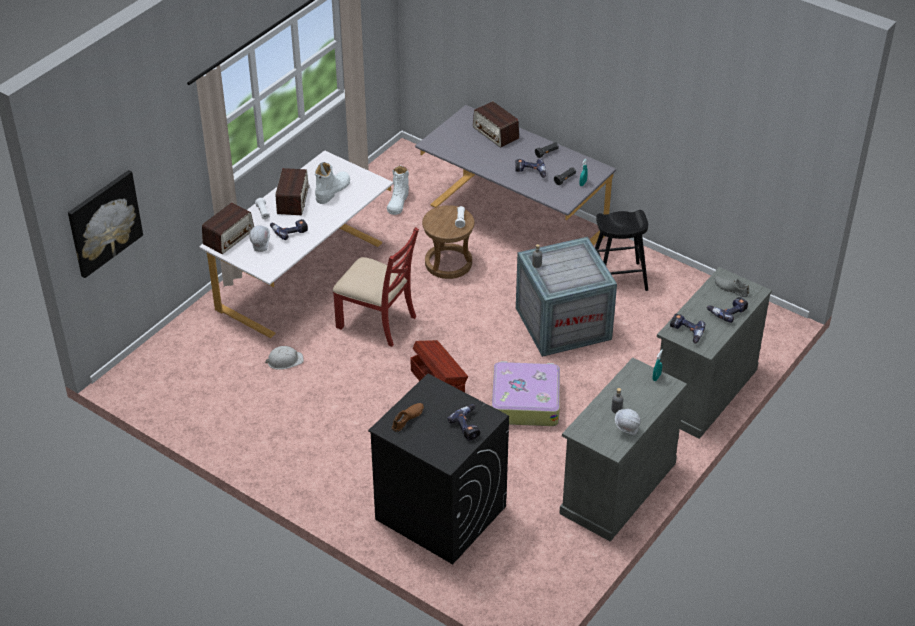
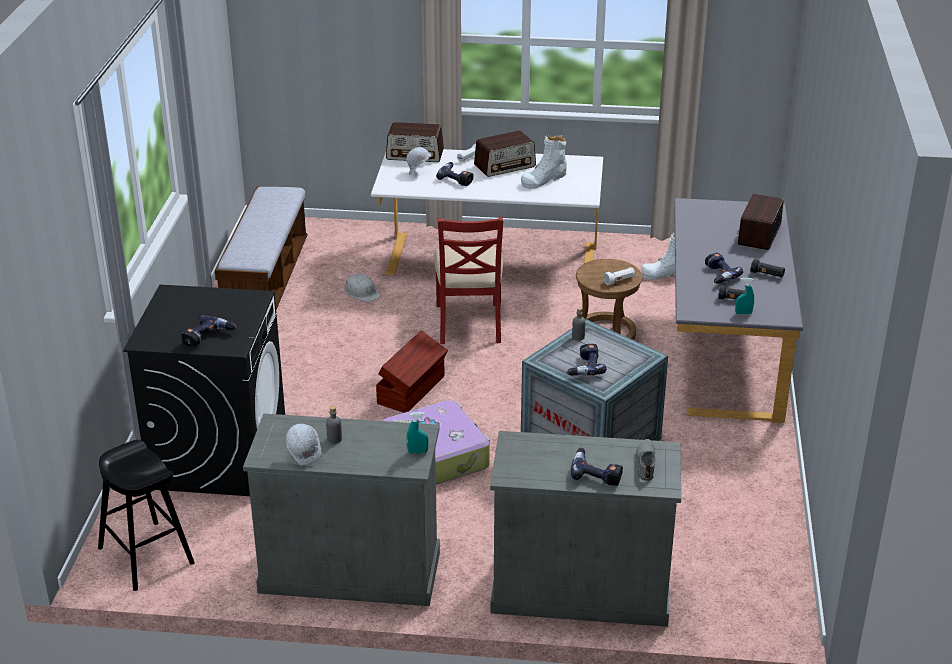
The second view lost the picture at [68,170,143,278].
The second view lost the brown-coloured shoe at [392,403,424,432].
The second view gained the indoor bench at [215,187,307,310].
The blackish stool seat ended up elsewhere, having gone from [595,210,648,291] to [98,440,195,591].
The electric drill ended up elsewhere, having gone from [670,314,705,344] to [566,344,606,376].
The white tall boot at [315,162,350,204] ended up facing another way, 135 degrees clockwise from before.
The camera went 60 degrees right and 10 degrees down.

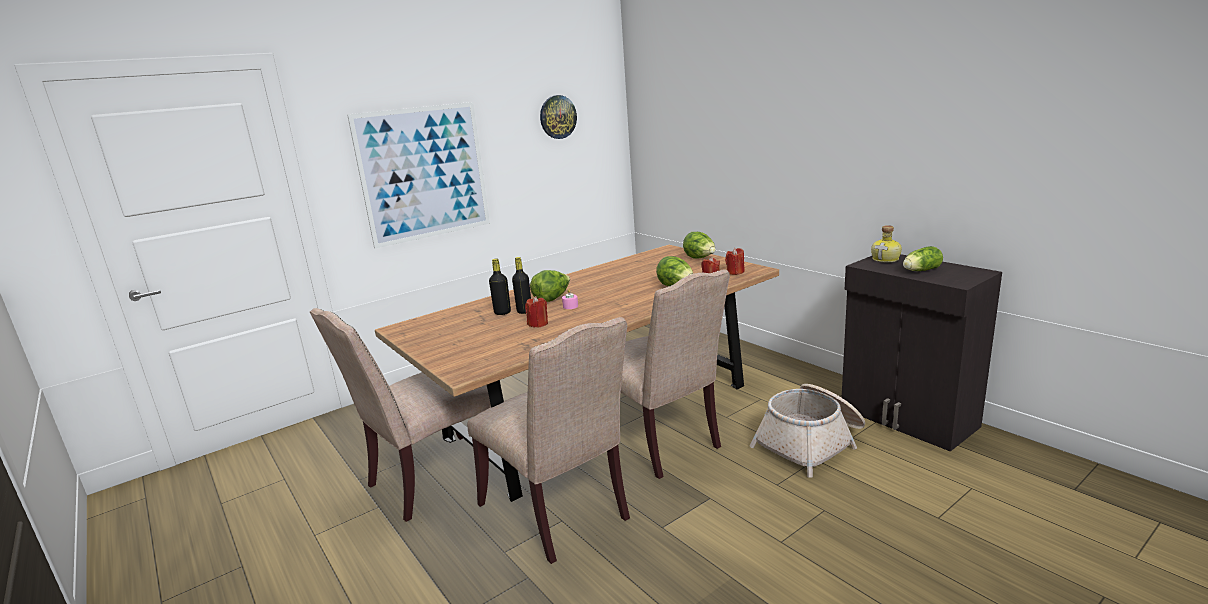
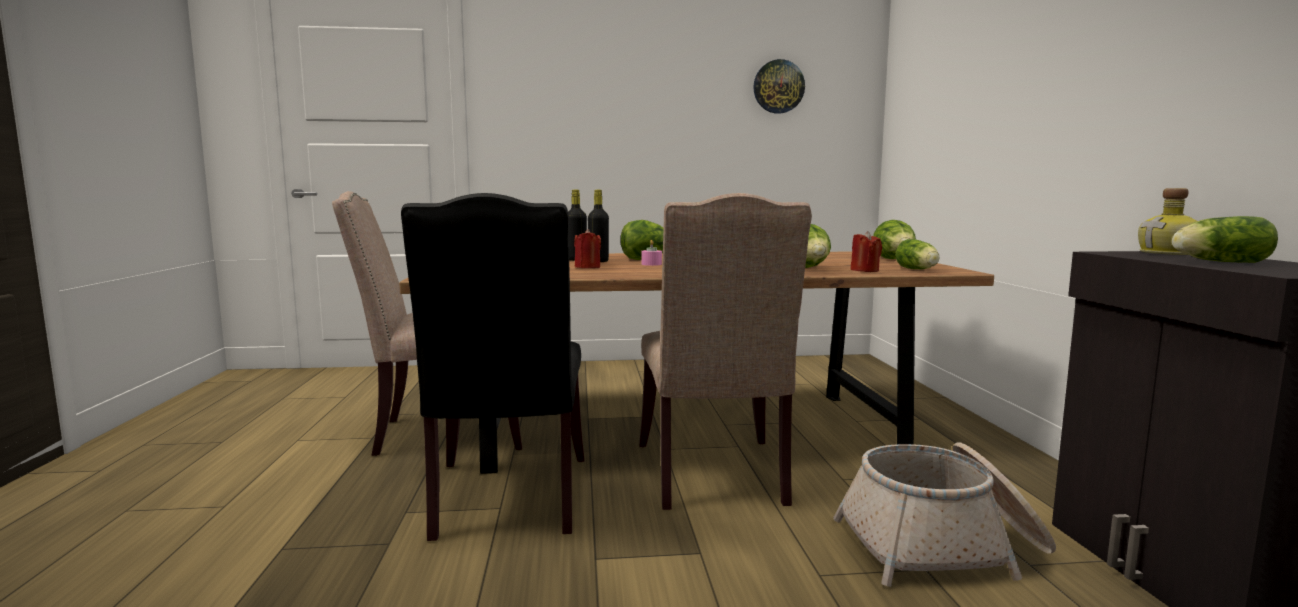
The second view lost the picture at [347,102,490,248].
Where the reddish candle stood at [725,248,745,275], the head of lettuce came to stand at [895,239,939,269].
What was the sand-coloured upright chair at [467,317,630,564] turned into the blackish upright chair at [401,193,585,541].
The camera went 30 degrees right and 10 degrees down.

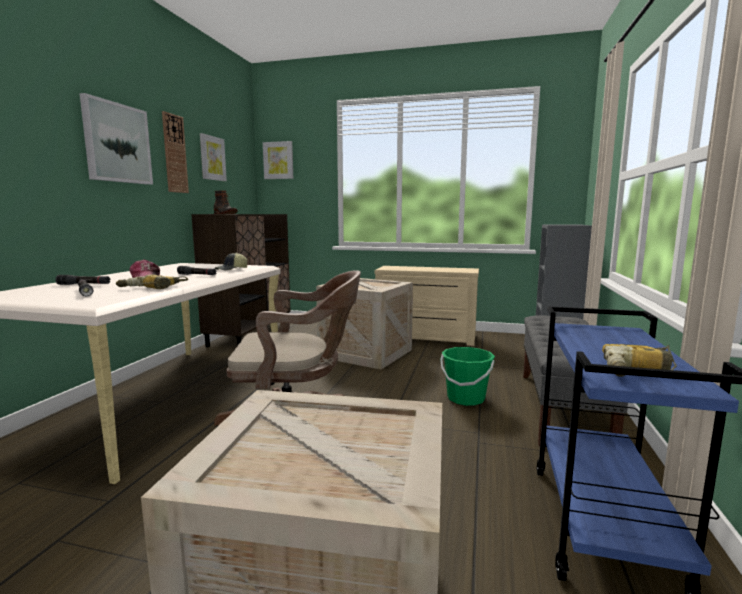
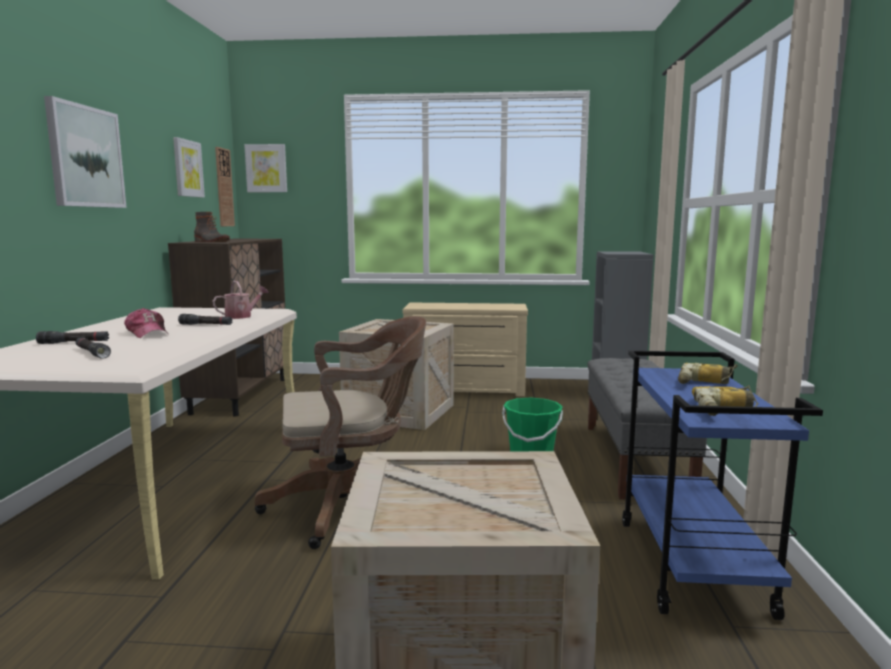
The electric drill ended up elsewhere, having gone from [116,274,188,289] to [678,363,738,384].
The clock on the wall ended up elsewhere, having gone from [162,111,189,193] to [215,147,235,226].
Where the baseball cap stood at [215,253,247,270], the sprinkling can came to stand at [212,281,269,319].
The camera went 10 degrees left and 0 degrees up.

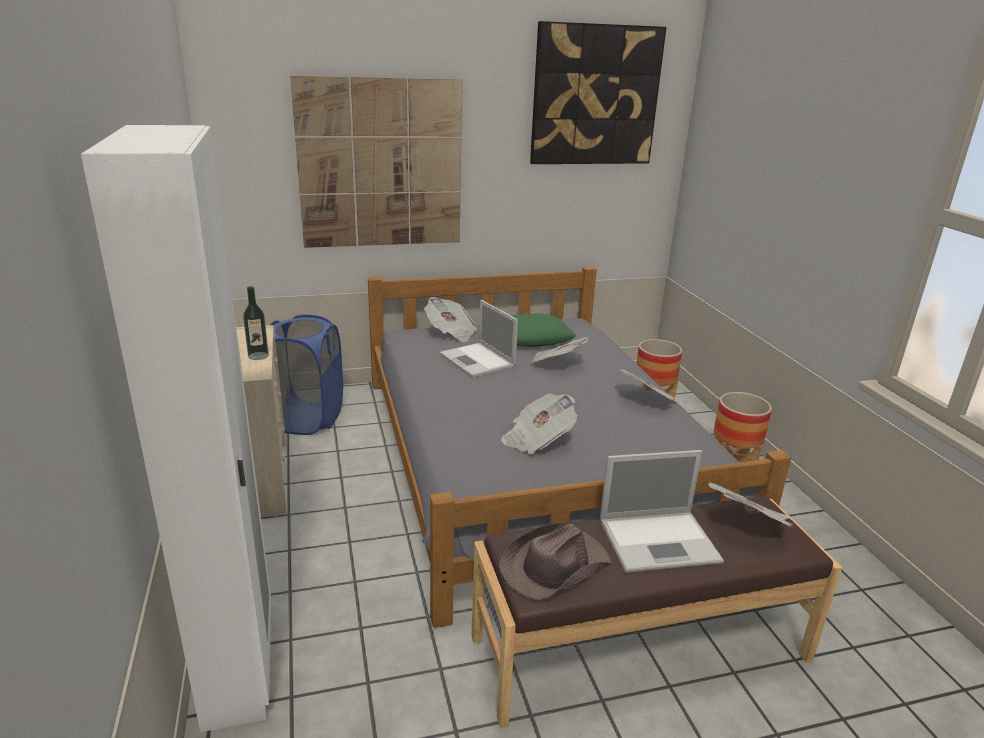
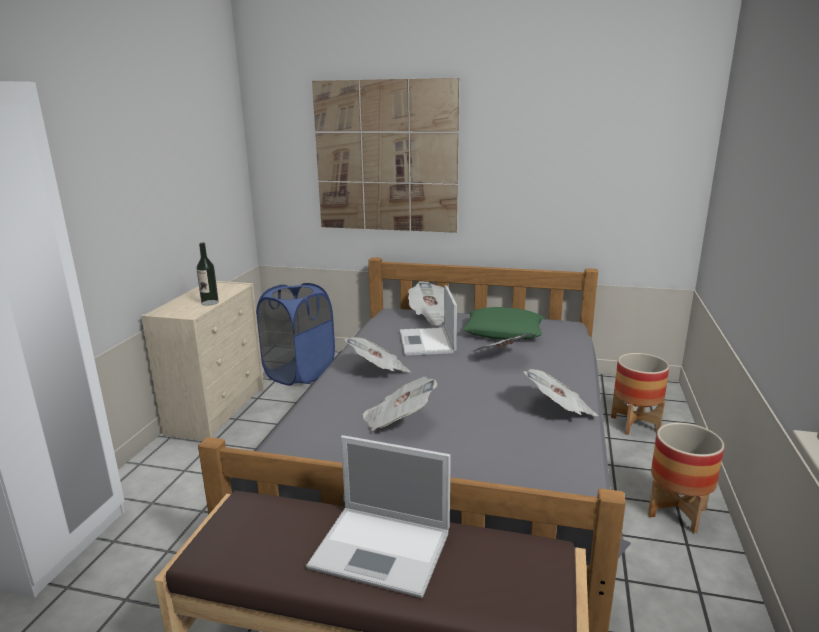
The second view lost the brown-coloured hat at [499,523,611,600].
The second view lost the picture at [530,21,666,164].
The printed paper ended up elsewhere, having gone from [708,482,793,527] to [344,337,411,372].
The camera went 30 degrees right and 5 degrees down.

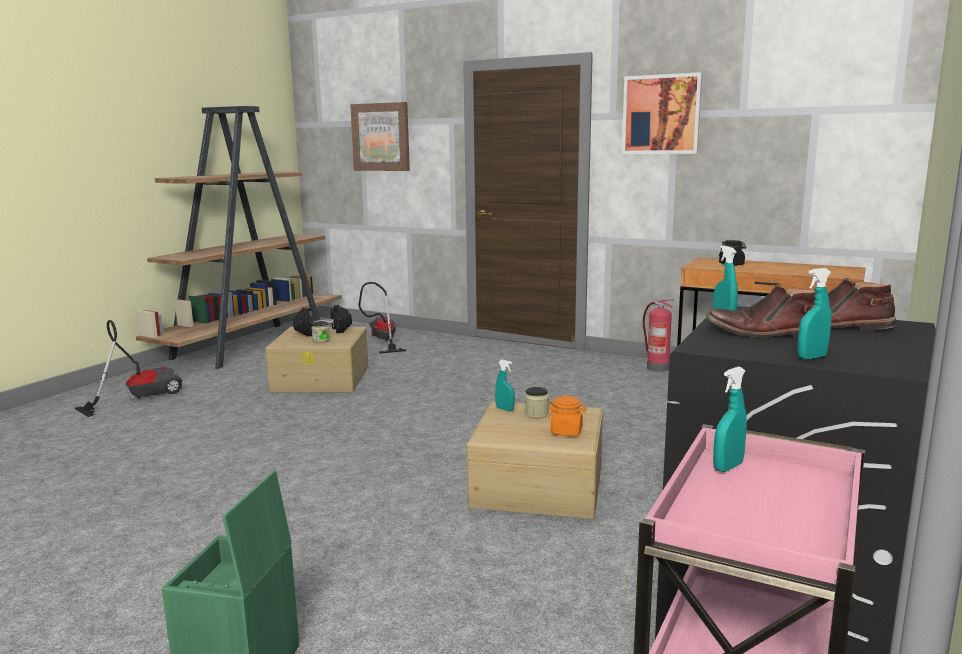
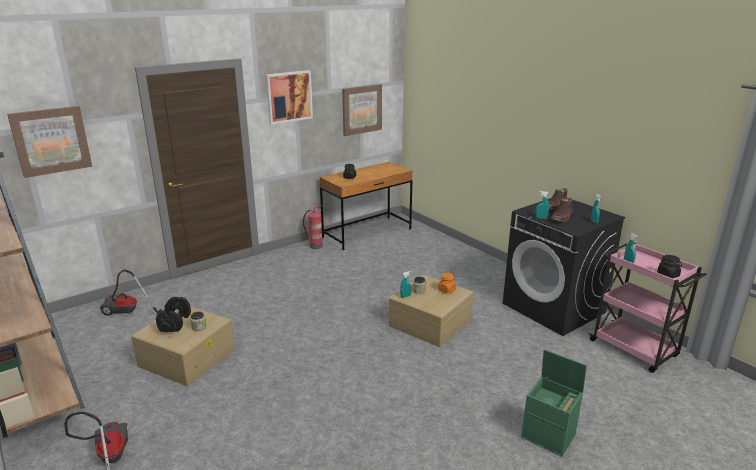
The second view gained the picture at [342,84,382,136].
The second view gained the blackish storage jar at [657,254,682,278].
The camera went 65 degrees left and 10 degrees up.

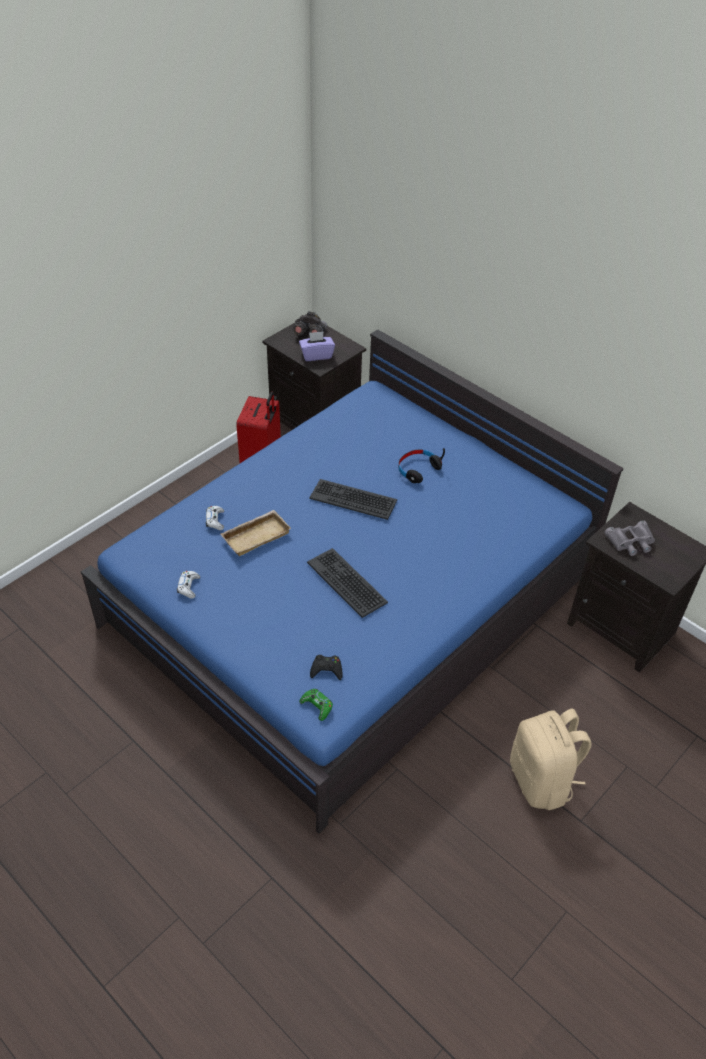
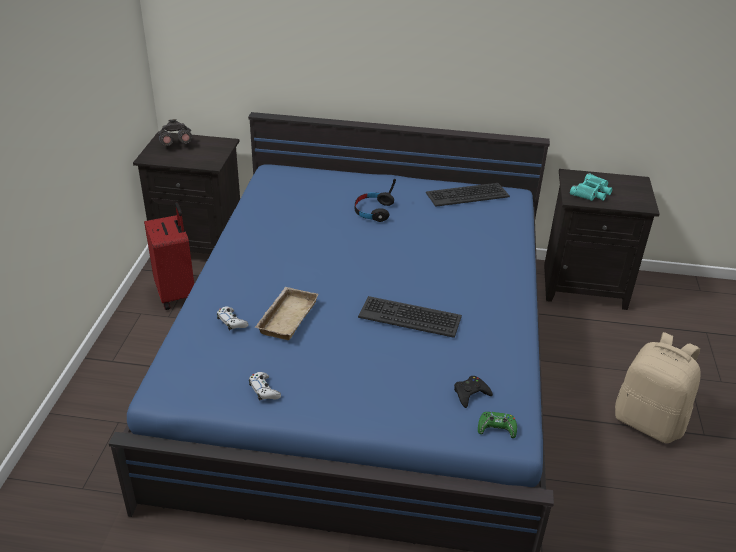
The second view lost the purplish tissue box at [299,332,335,361].
The keyboard ended up elsewhere, having gone from [309,479,397,520] to [426,183,510,207].
What was the gray binoculars at [604,520,655,556] turned into the blue-green binoculars at [570,173,612,201].
The camera went 35 degrees left and 10 degrees down.

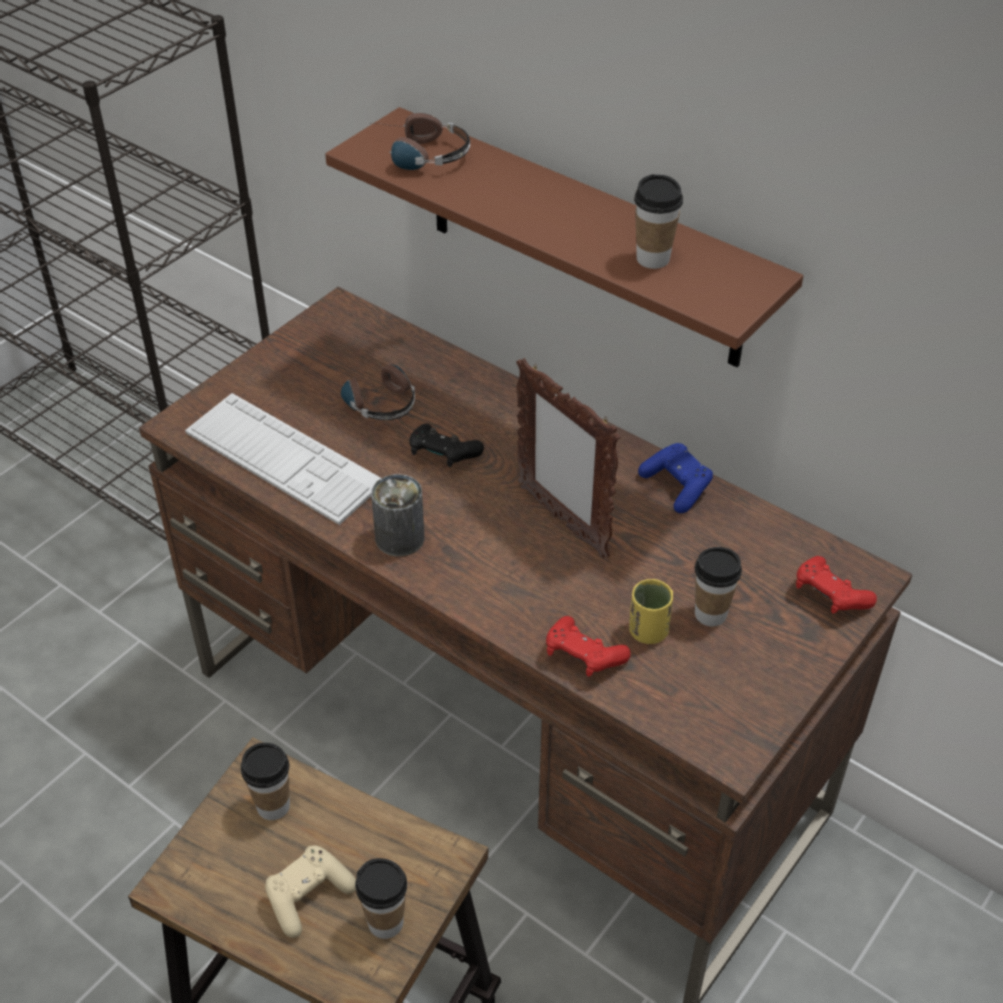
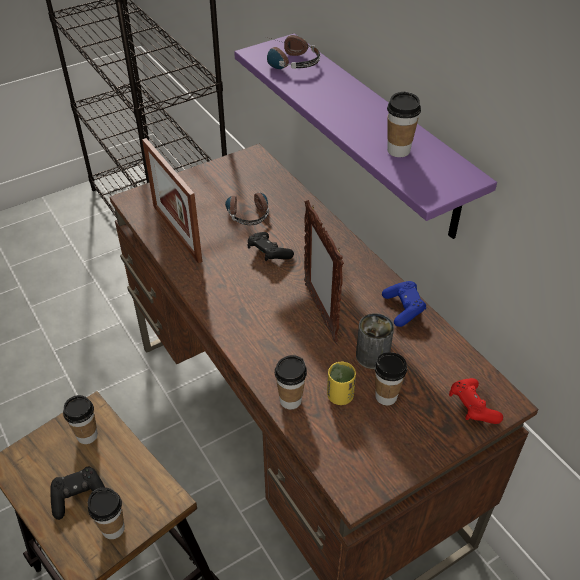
The can ended up elsewhere, having gone from [371,474,425,557] to [356,313,394,369].
Where the keyboard stood at [185,393,381,525], the picture frame came to stand at [142,138,202,263].
Where the reddish joypad stood at [546,616,631,677], the small cup came to stand at [275,355,307,409].
What was the sand-coloured joypad at [265,846,356,938] turned into the blackish joypad at [50,466,105,520].
What was the brown-coloured bracket shelf at [325,107,803,367] turned into the purplish bracket shelf at [234,34,497,239].
The camera went 20 degrees right and 0 degrees up.

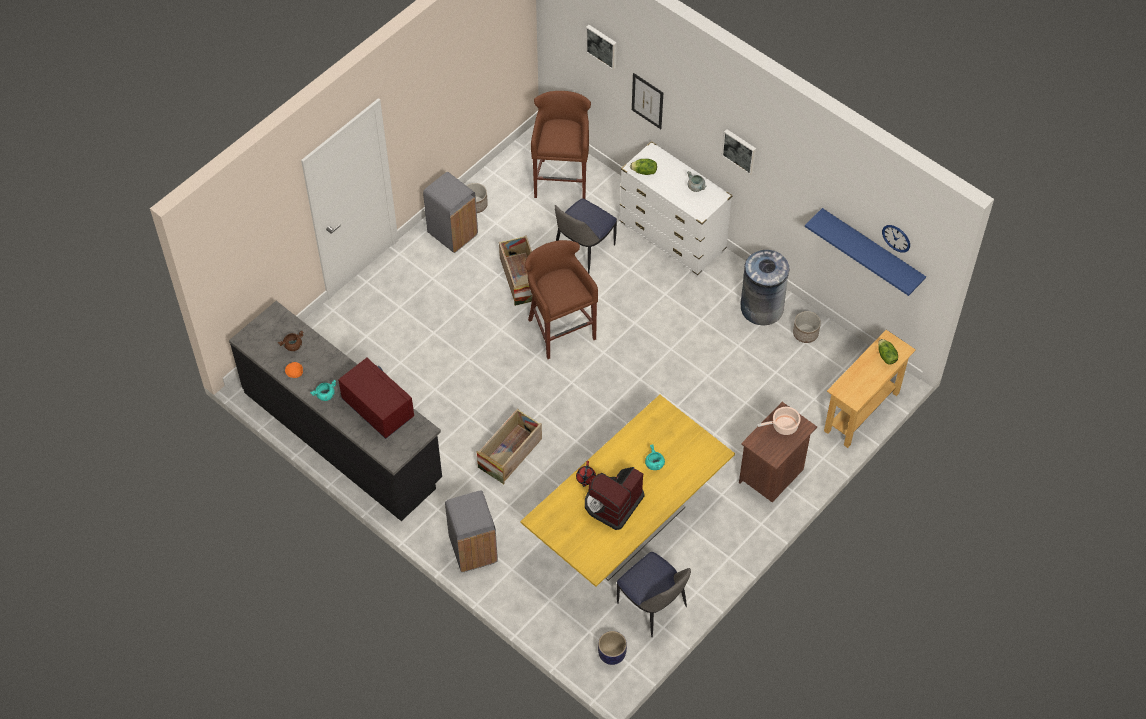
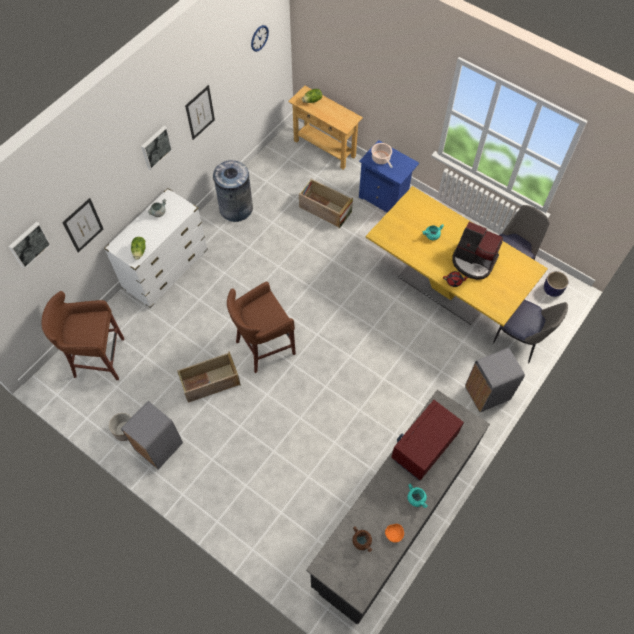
The second view lost the flower pot at [793,311,821,343].
The second view lost the bluish bracket shelf at [805,208,926,296].
The second view gained the picture at [185,85,215,140].
The crate ended up elsewhere, having gone from [477,408,542,484] to [299,179,353,229].
The upright chair ended up elsewhere, having gone from [555,198,617,273] to [493,300,568,363].
What was the brown-coloured bedside table at [739,402,817,502] turned into the bluish bedside table at [359,140,419,213].
The camera went 95 degrees left and 5 degrees up.

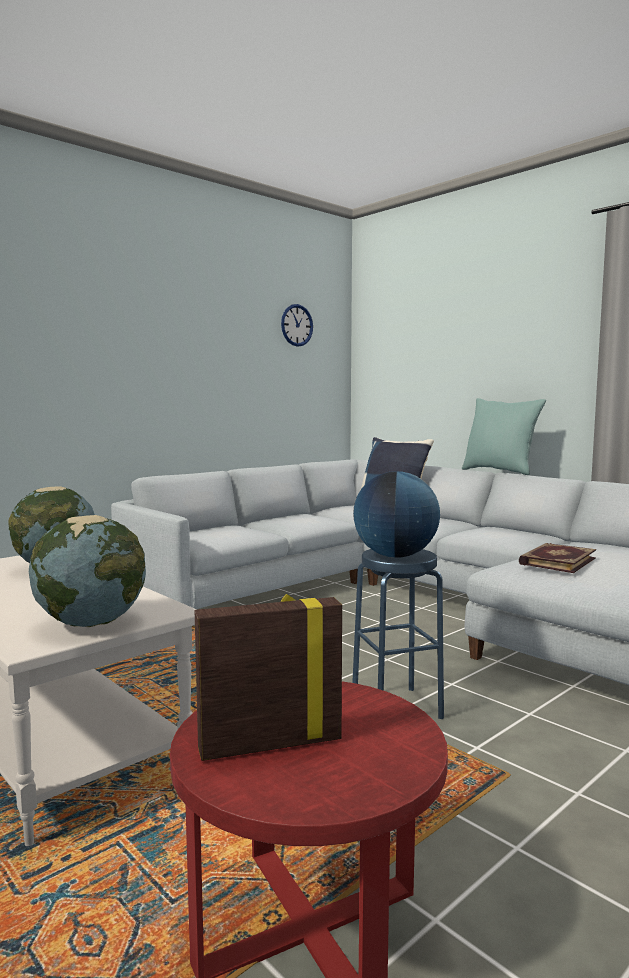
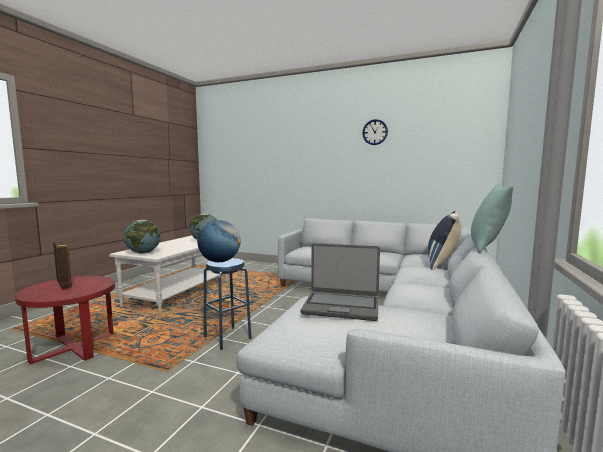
The clock on the wall ended up elsewhere, having gone from [281,304,313,347] to [362,119,388,145].
Where the bound book stood at [519,543,596,573], the notebook computer came to stand at [301,243,380,321].
The camera went 65 degrees right and 0 degrees up.

